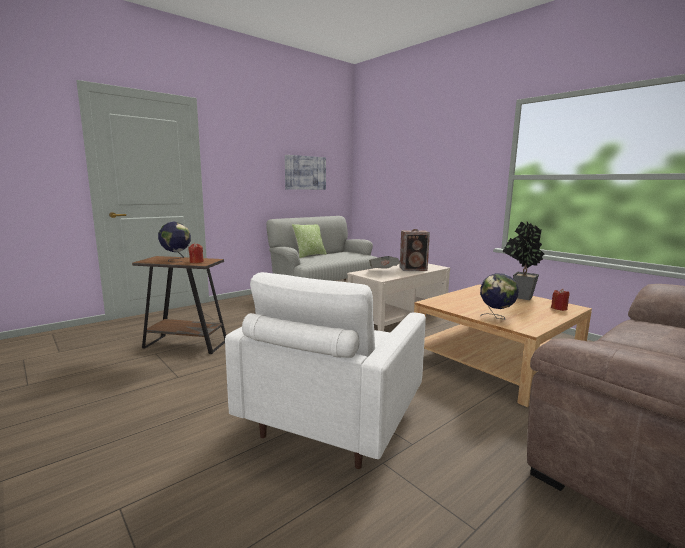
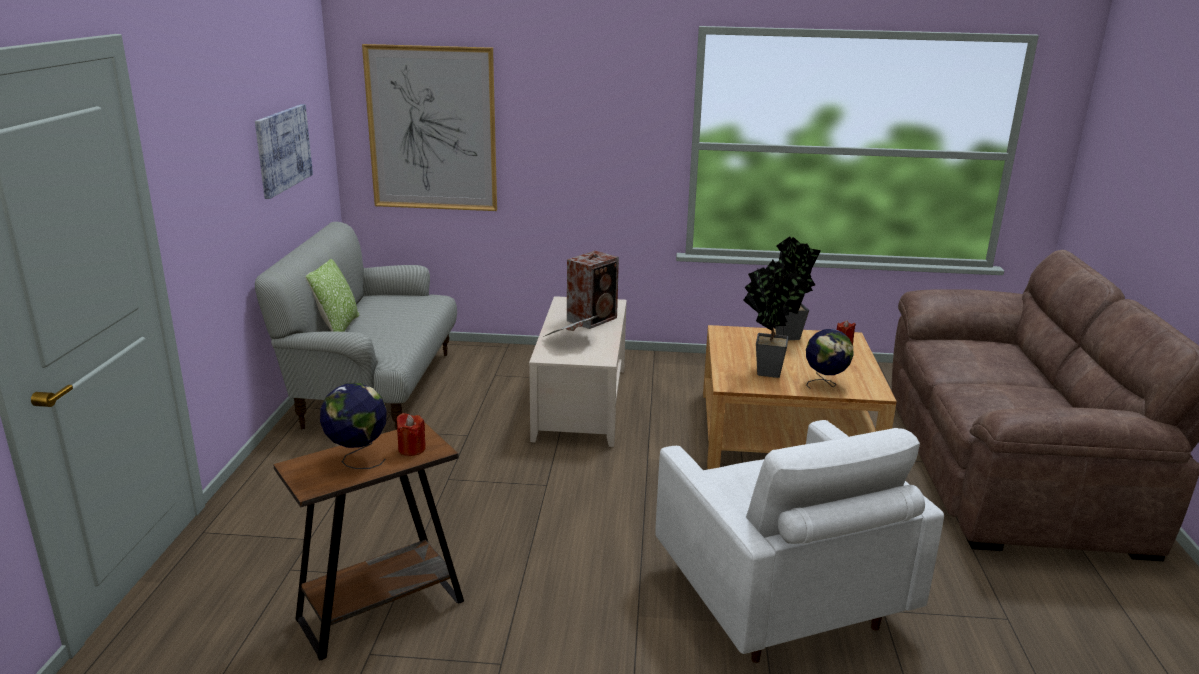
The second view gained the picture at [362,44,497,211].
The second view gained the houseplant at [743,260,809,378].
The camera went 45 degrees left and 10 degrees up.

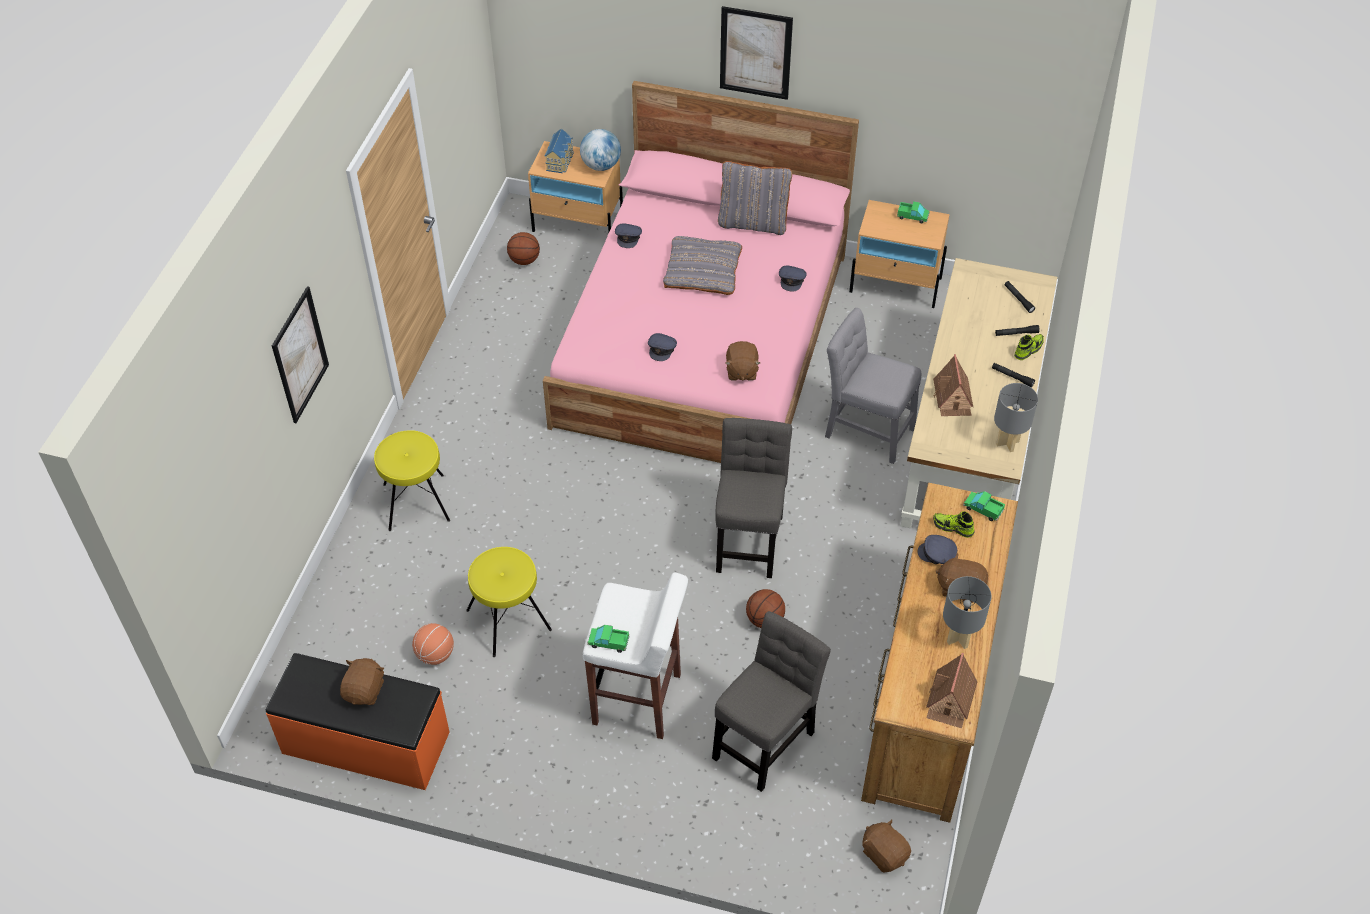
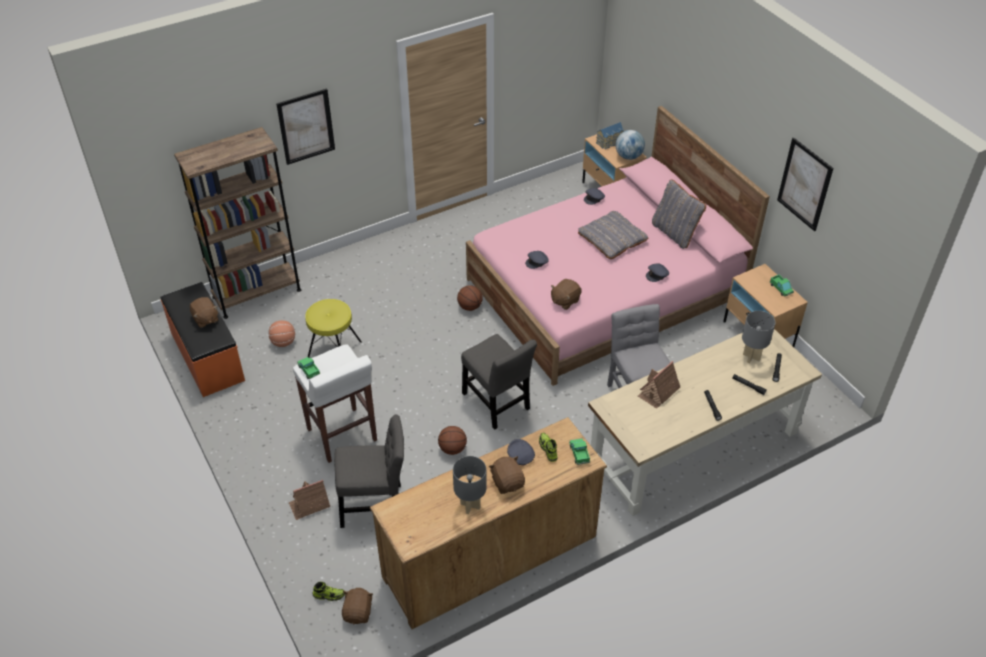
The second view lost the yellowish stool seat at [374,430,450,531].
The second view gained the brown-coloured bookcase at [174,127,301,319].
The basketball ended up elsewhere, having gone from [507,232,540,265] to [457,285,483,311].
The picture ended up elsewhere, having gone from [720,6,793,100] to [777,138,834,231].
The miniature house ended up elsewhere, having gone from [926,653,978,728] to [289,480,330,520].
The gray table lamp ended up elsewhere, having gone from [994,383,1038,452] to [742,311,775,363].
The shoe ended up elsewhere, having gone from [1014,334,1044,360] to [313,582,345,601].
The brown-coloured cuddly toy at [340,658,384,705] ended up facing another way, 90 degrees clockwise from before.
The gray upright chair at [715,418,792,578] ended up facing another way, 90 degrees clockwise from before.
The camera went 45 degrees right and 5 degrees down.

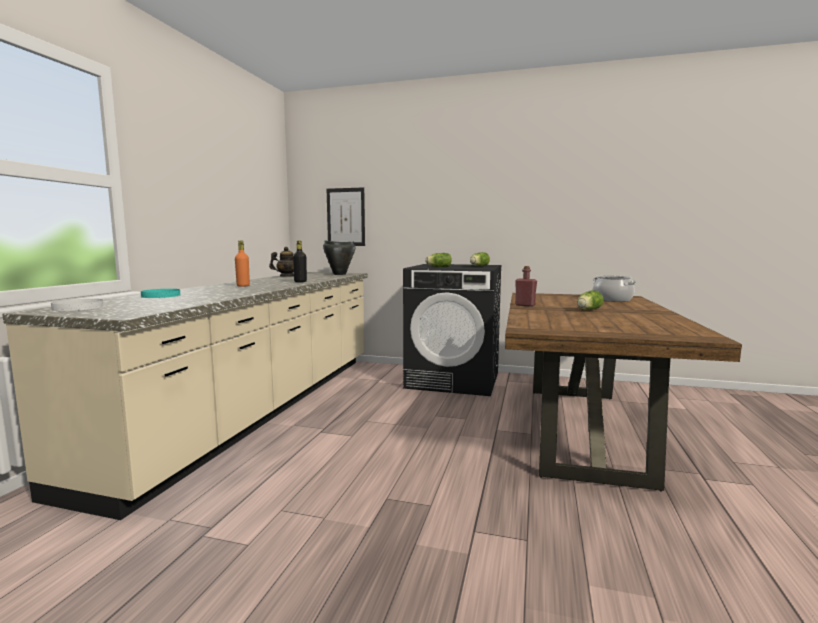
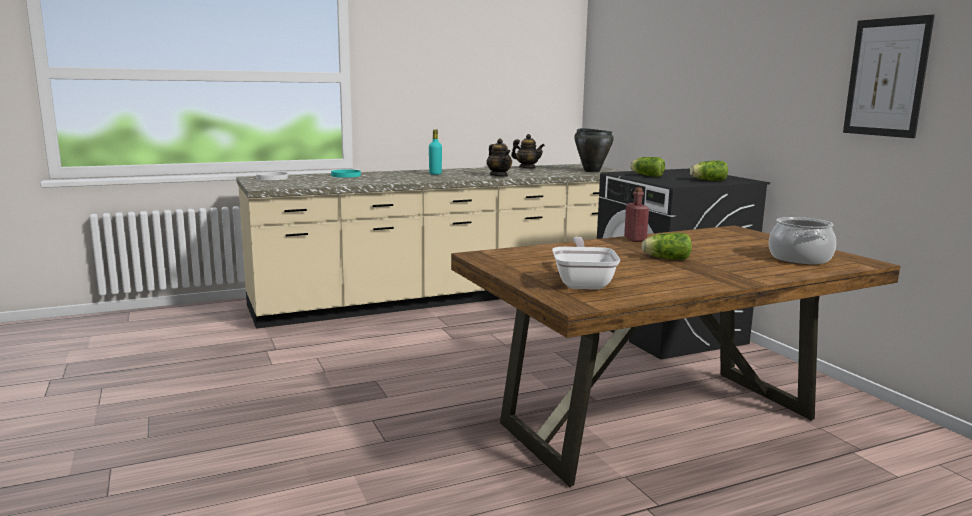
The second view gained the frying pan at [552,237,620,289].
The picture ended up elsewhere, having gone from [327,187,365,246] to [843,14,935,138].
Where the blackish beverage bottle stood at [293,240,307,282], the teapot came to stand at [486,138,512,177].
What was the orange-coloured beverage bottle at [235,241,250,287] turned into the blue-green beverage bottle at [429,129,442,175].
The camera went 50 degrees right and 5 degrees up.

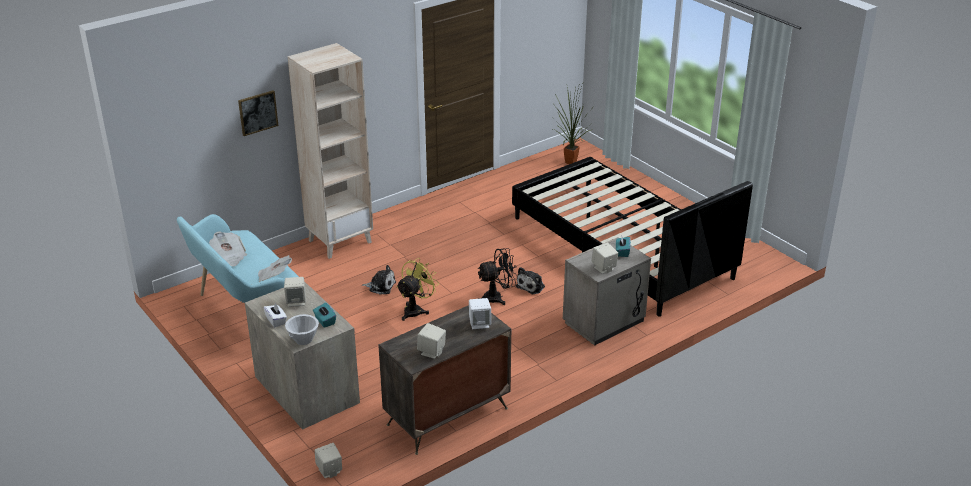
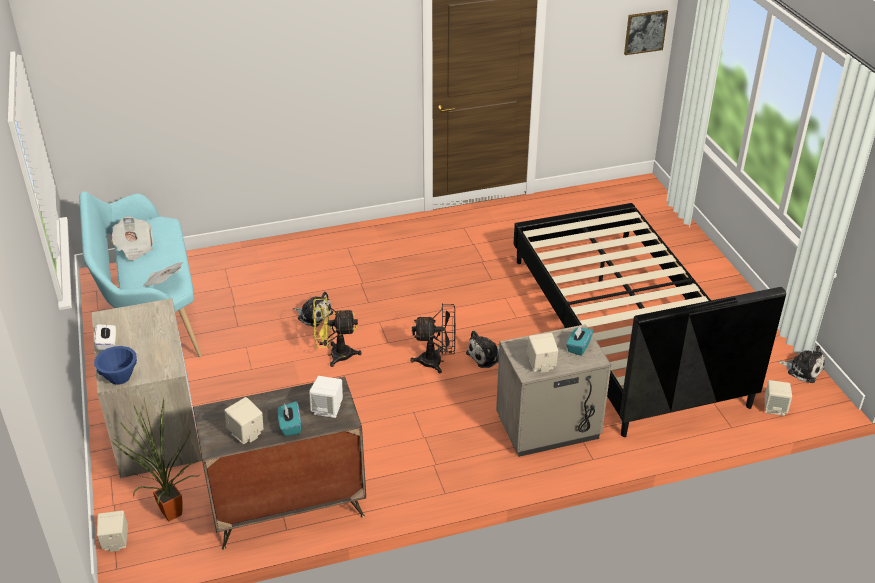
The second view lost the sand-coloured bookcase at [288,43,373,259].
The second view gained the cuddly toy at [778,345,825,383].
The picture ended up elsewhere, having gone from [238,90,278,136] to [624,10,668,55].
The sand-coloured speaker ended up elsewhere, having gone from [284,277,306,307] to [765,380,792,416].
The blue-green tissue box ended up elsewhere, having gone from [313,303,336,328] to [278,401,301,436].
The houseplant ended up elsewhere, having gone from [551,81,595,164] to [112,398,200,521].
What was the white bowl at [285,314,319,345] turned into the bluish bowl at [94,346,137,385].
The yellowish electric fan at [397,258,439,321] ended up facing another way, 150 degrees counterclockwise from before.
The camera went 20 degrees right and 5 degrees up.

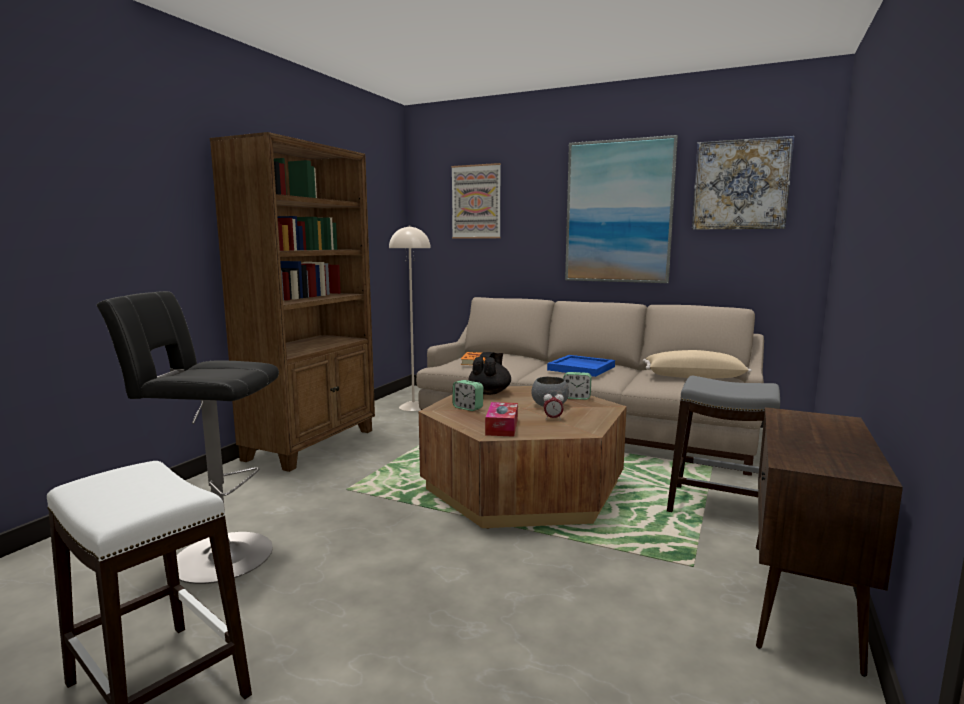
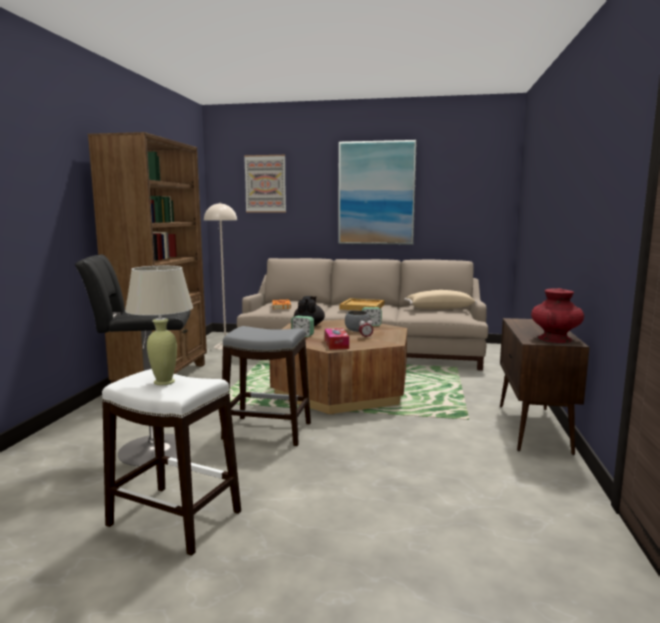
The second view lost the picture at [692,136,794,230].
The second view gained the sand-coloured table lamp at [125,266,193,385].
The second view gained the reddish vase at [531,288,584,343].
The gray stool seat ended up elsewhere, having gone from [667,376,780,512] to [221,326,311,446].
What was the bluish carrying tray at [547,355,615,377] turned into the sand-coloured carrying tray at [339,298,384,311].
The camera went 15 degrees left and 0 degrees up.

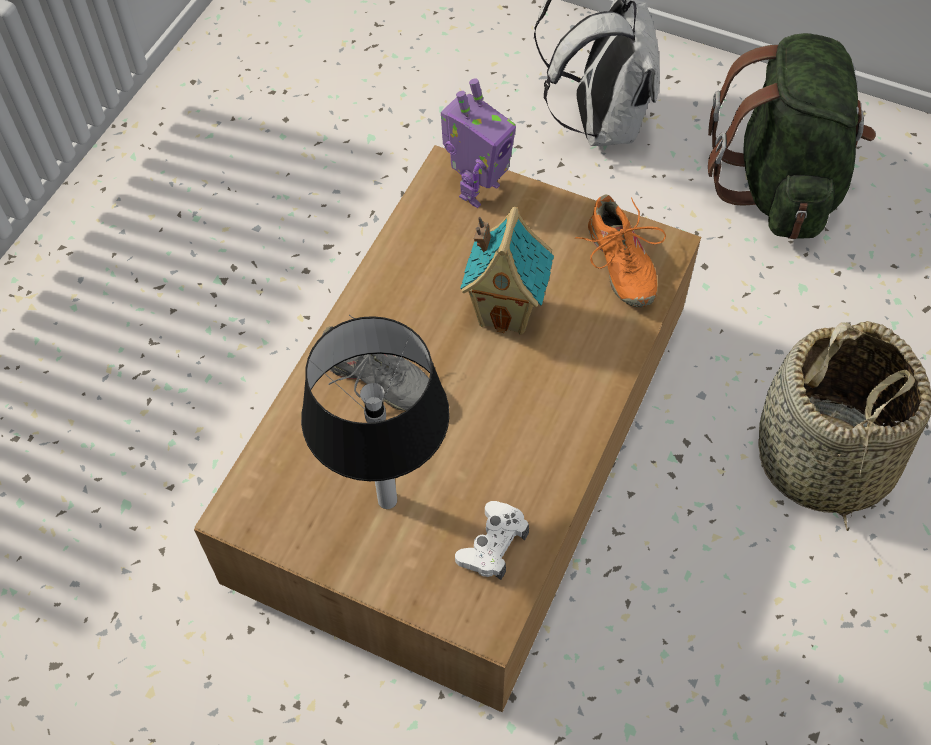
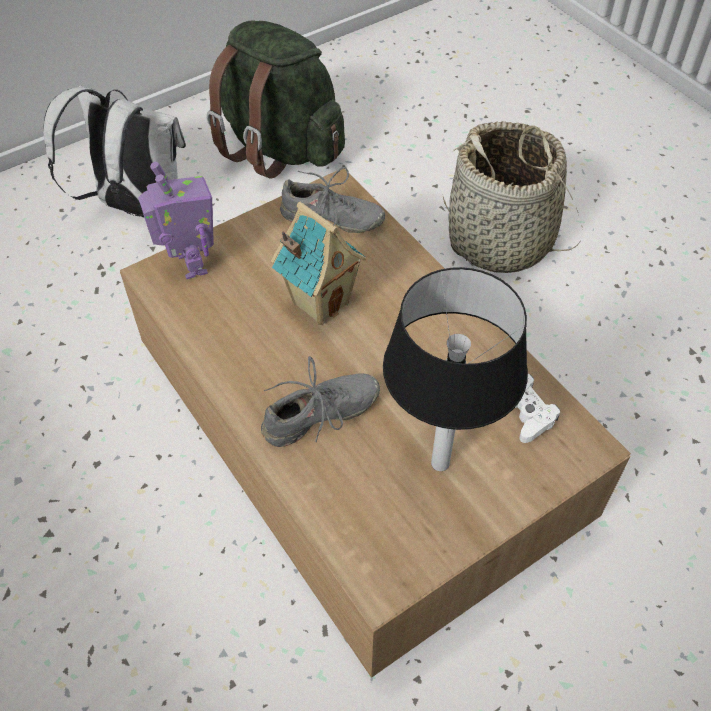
What was the orange-coloured shoe at [575,194,666,307] turned into the gray shoe at [280,167,385,233].
The camera went 60 degrees left and 5 degrees down.

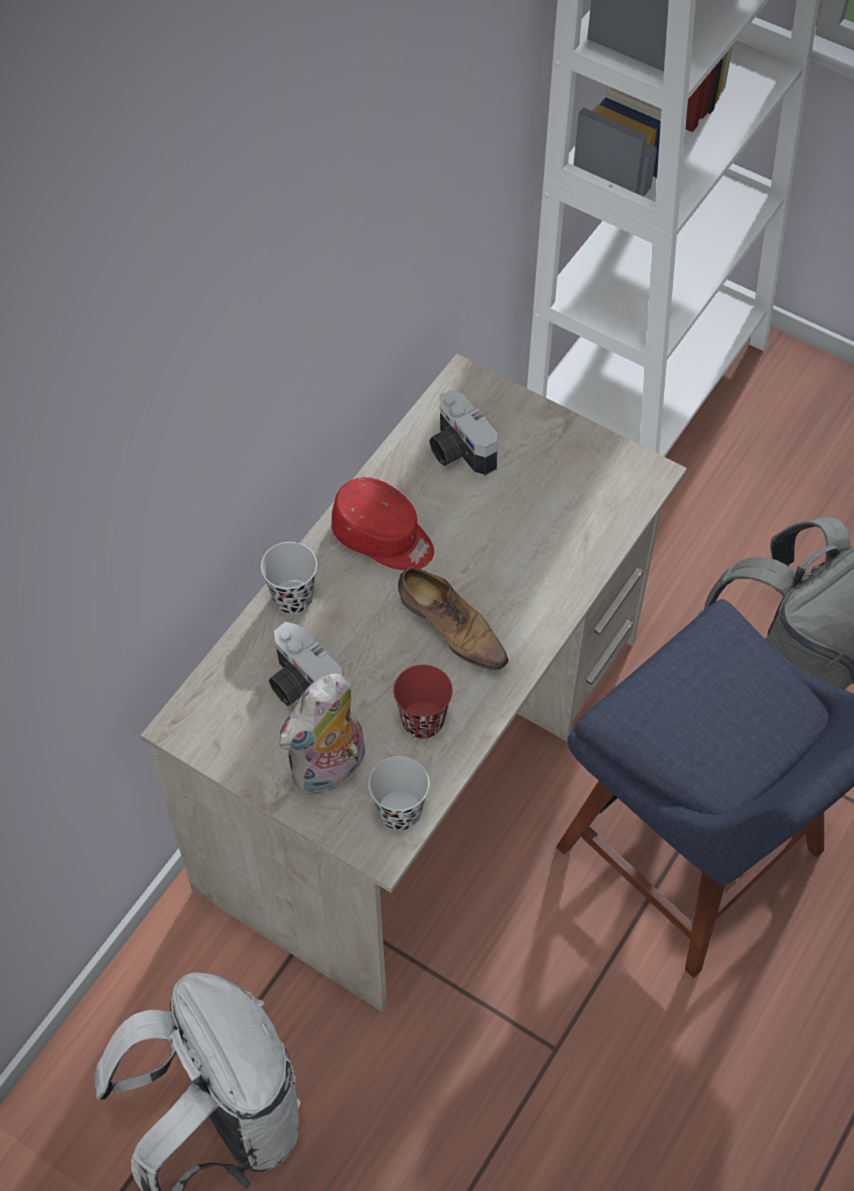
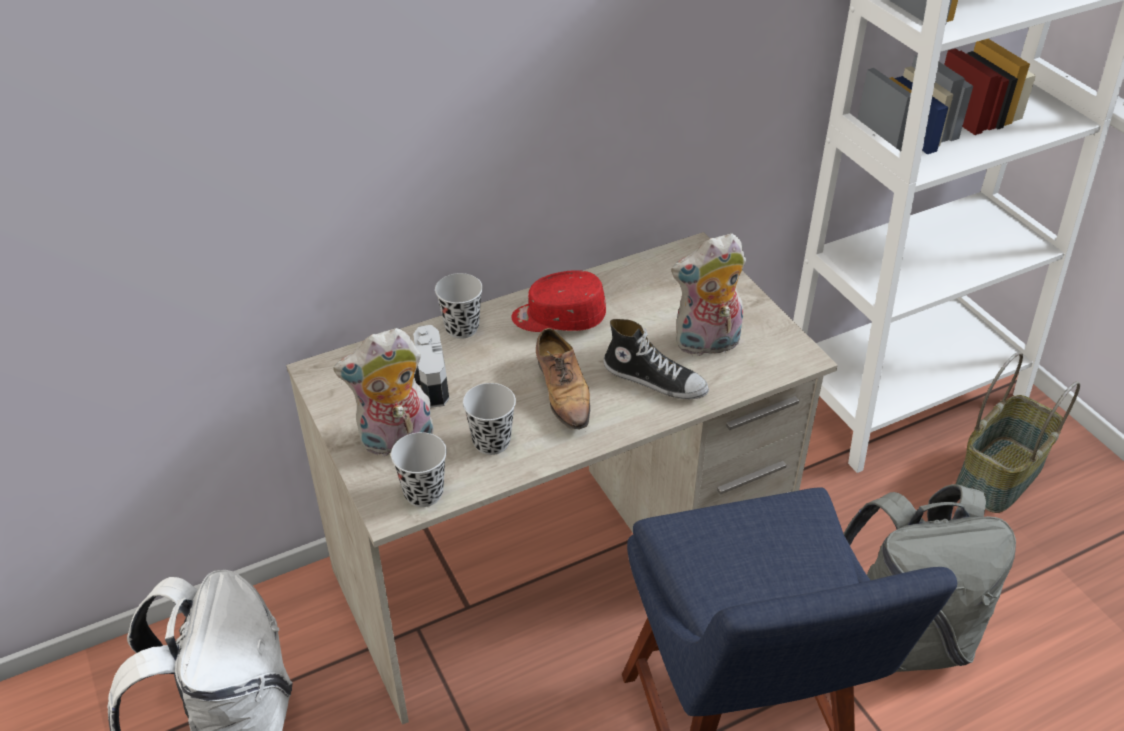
The second view lost the photo camera at [429,390,498,476].
The second view gained the shoe at [604,319,709,399].
The second view gained the cuddly toy at [671,233,746,356].
The second view gained the basket at [955,352,1080,513].
What was the reddish small cup at [393,665,453,739] turned into the blackish small cup at [463,383,516,455].
The reddish baseball cap at [331,477,434,570] ended up facing another way, 120 degrees clockwise from before.
The camera went 30 degrees right and 15 degrees down.

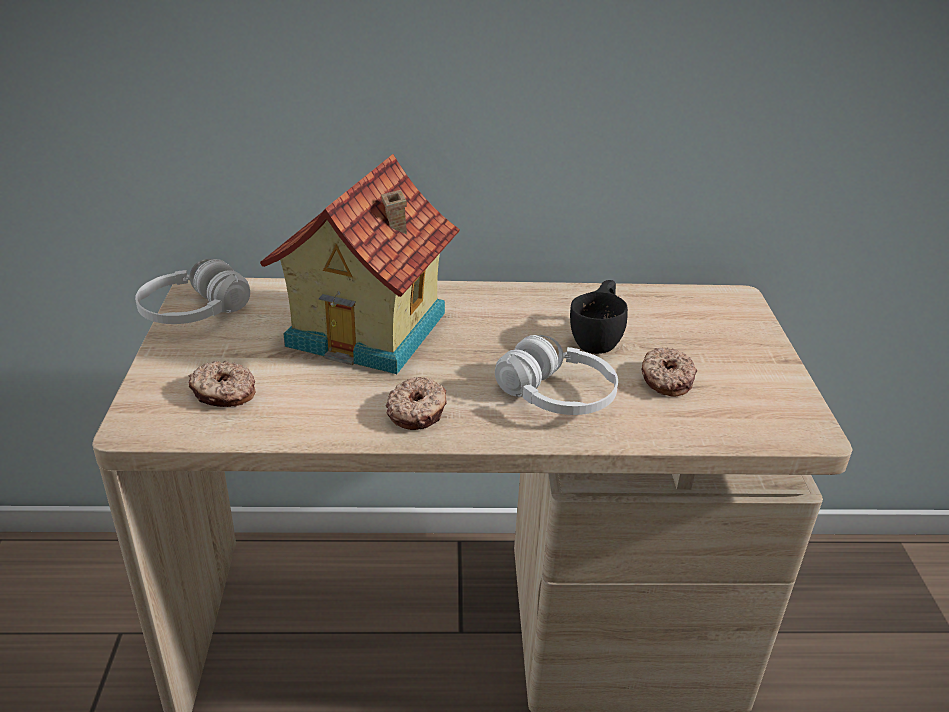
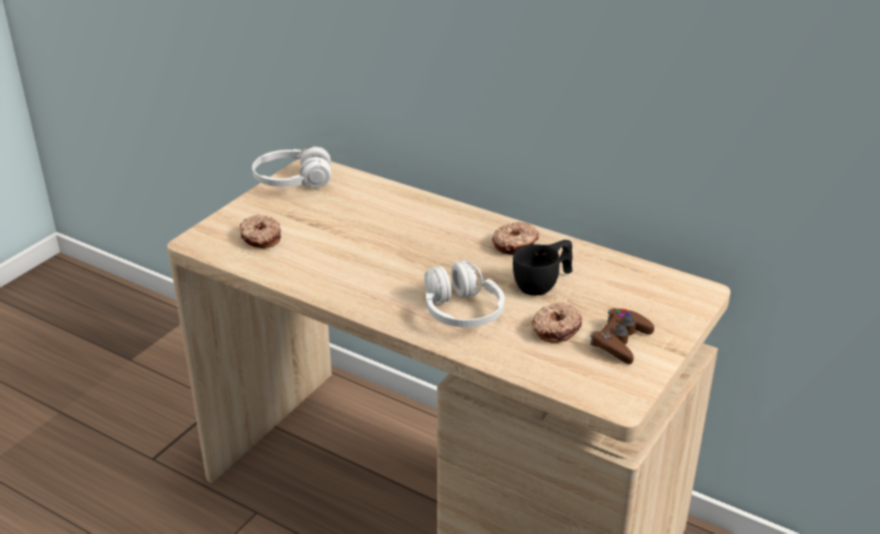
The second view lost the miniature house at [260,154,460,374].
The second view gained the brown-coloured joypad at [590,308,654,364].
The doughnut ended up elsewhere, having gone from [386,377,447,430] to [492,222,539,255].
The camera went 35 degrees right and 0 degrees up.

